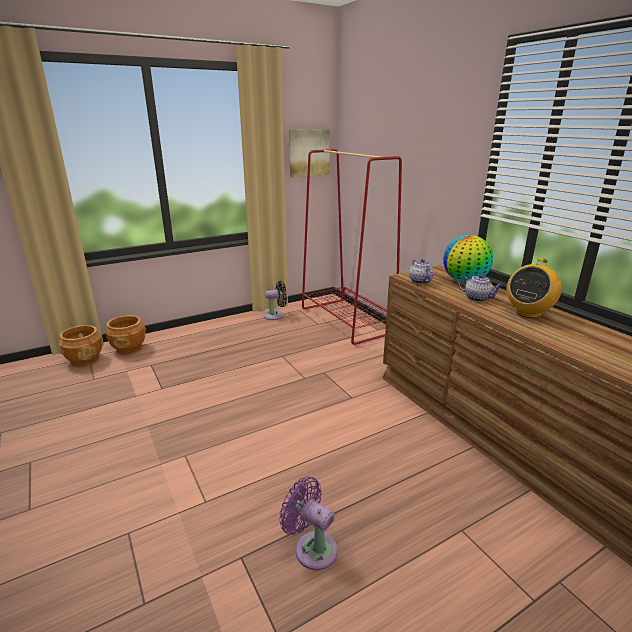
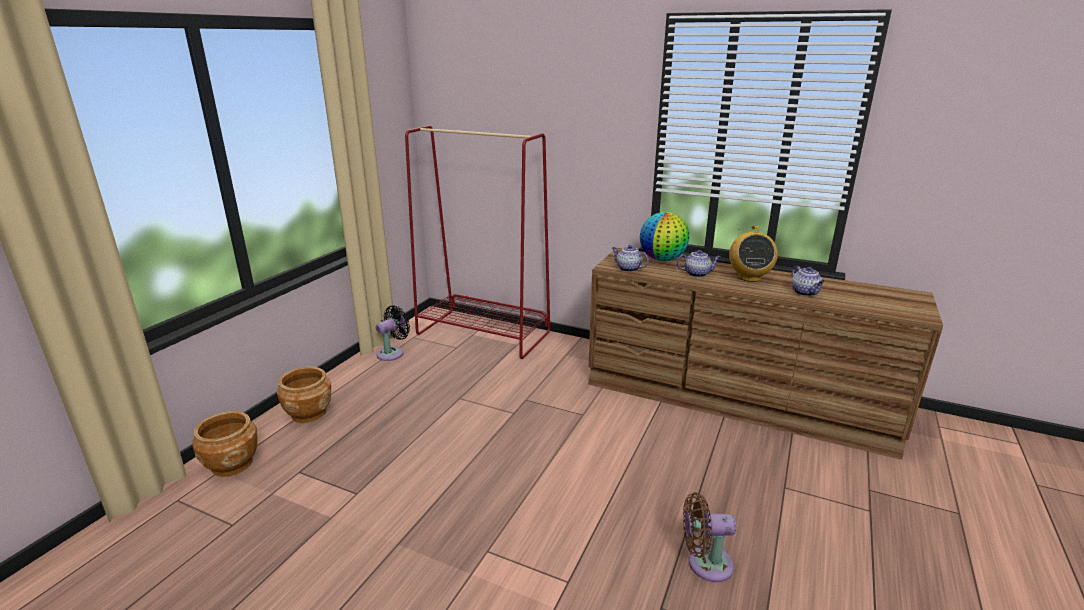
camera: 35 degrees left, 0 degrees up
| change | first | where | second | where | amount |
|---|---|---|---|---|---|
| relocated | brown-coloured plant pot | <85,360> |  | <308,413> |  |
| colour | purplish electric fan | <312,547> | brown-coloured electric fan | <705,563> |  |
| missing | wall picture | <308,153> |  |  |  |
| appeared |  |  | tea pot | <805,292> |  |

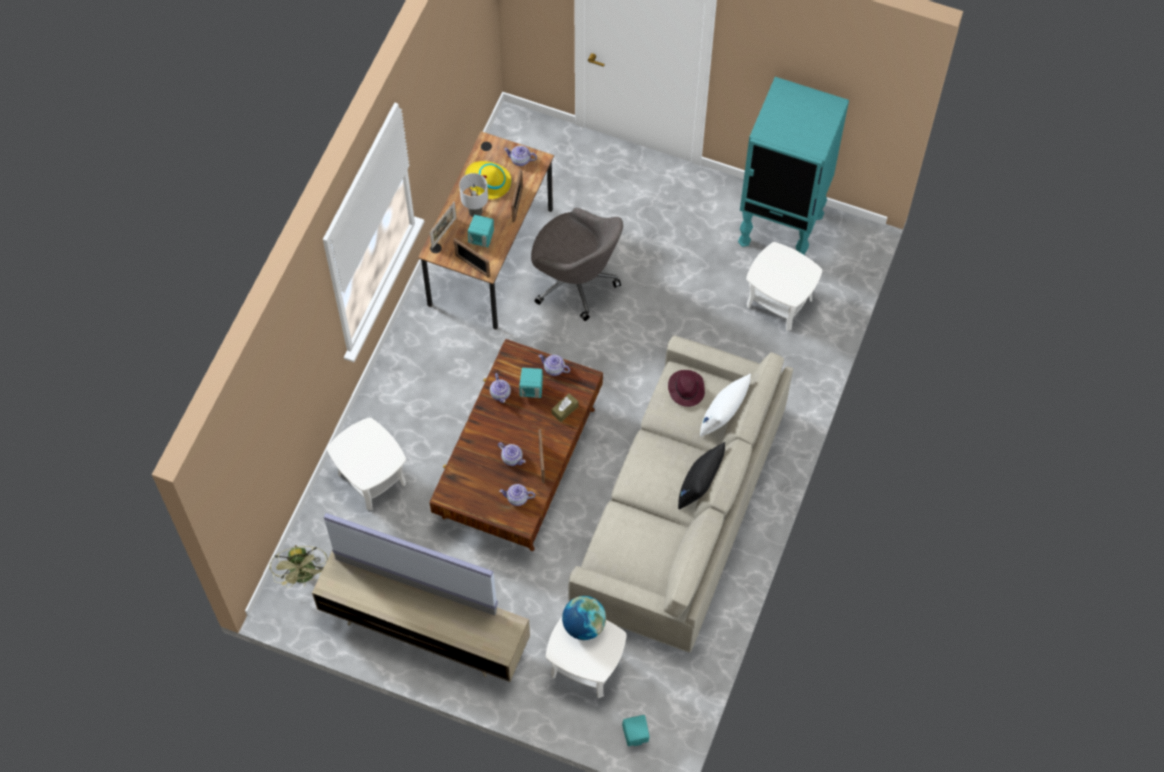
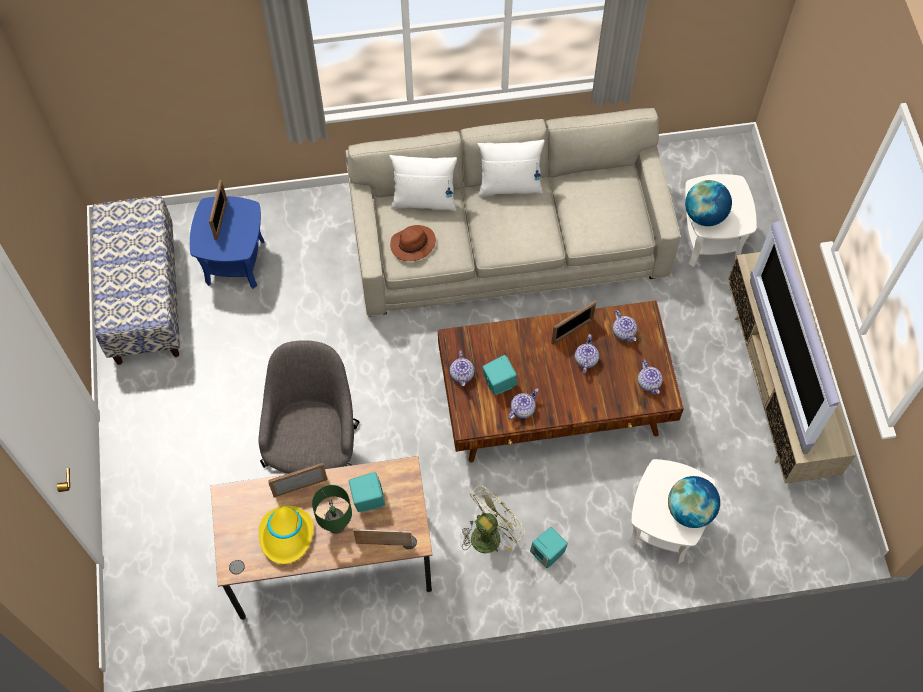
camera: 120 degrees left, 0 degrees up
| change | first | where | second | where | amount |
|---|---|---|---|---|---|
| relocated | green-coloured electric fan | <304,576> |  | <490,533> |  |
| relocated | standing frame | <472,266> |  | <221,219> |  |
| colour | white-coloured lamp for a table | <474,212> | green-coloured lamp for a table | <337,526> |  |
| relocated | tea pot | <520,160> |  | <649,383> |  |
| missing | brown-coloured box of tissues | <565,410> |  |  |  |
| relocated | turquoise speaker | <635,735> |  | <548,553> |  |
| colour | purplish wearable hat | <686,389> | brown-coloured wearable hat | <412,245> |  |
| colour | black-coloured cushion | <699,488> | white-coloured cushion | <509,186> |  |
| exchanged | turquoise cabinet | <781,229> | indoor bench | <144,298> |  |
| colour | white-coloured side table | <779,302> | blue side table | <235,261> |  |
| appeared |  |  | globe | <690,511> |  |

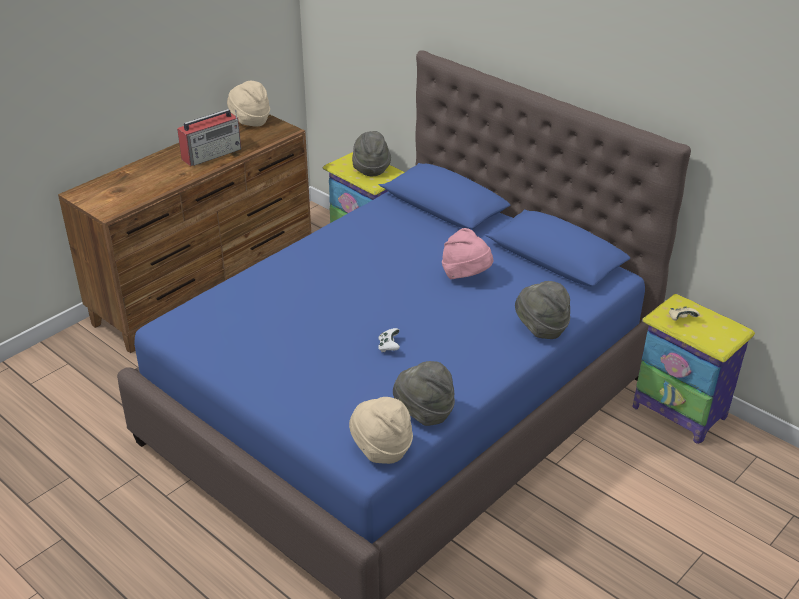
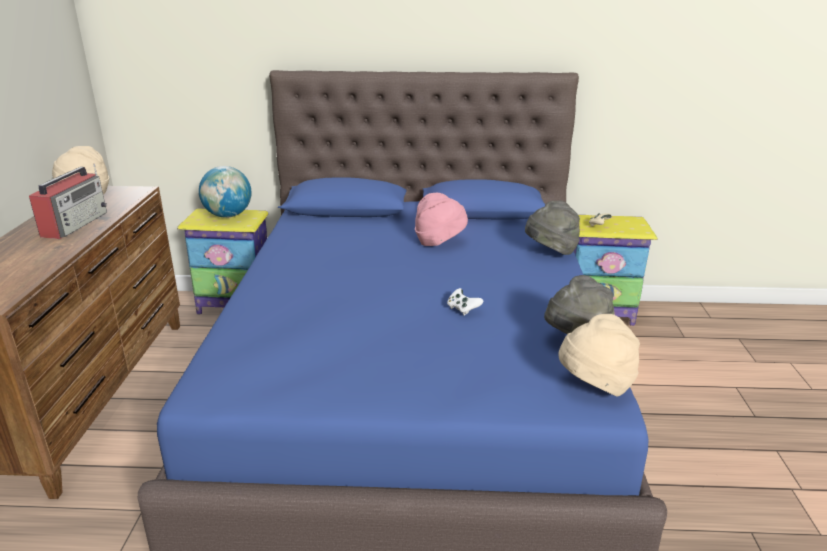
camera: 40 degrees left, 10 degrees down
| change | first | where | second | where | amount |
|---|---|---|---|---|---|
| exchanged | gray wearable hat | <371,168> | globe | <228,215> |  |

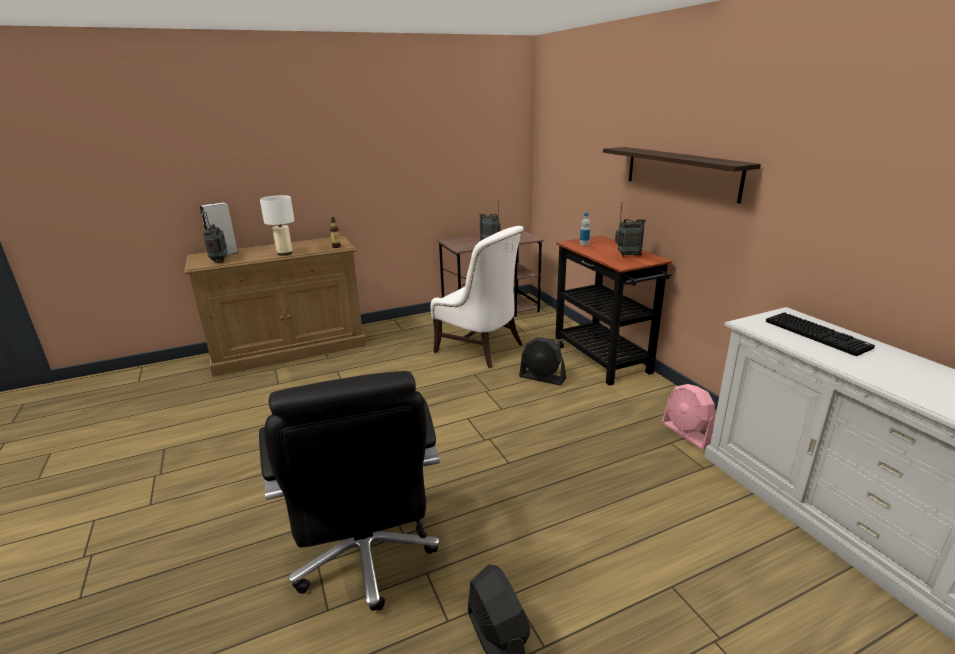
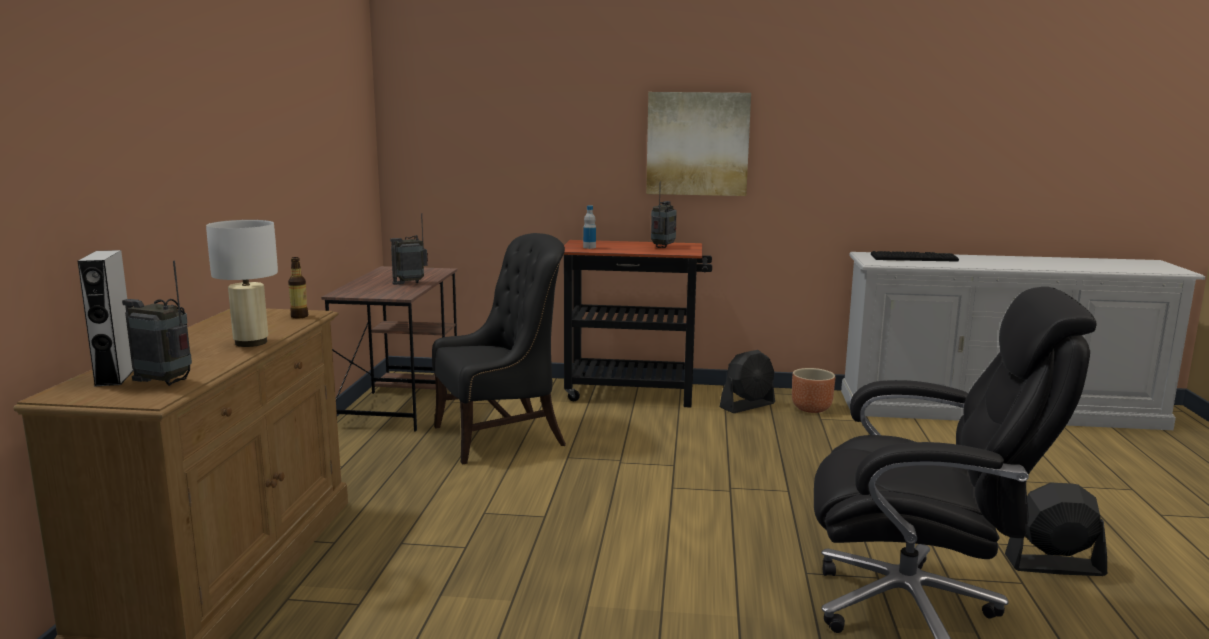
camera: 60 degrees left, 10 degrees down
| change | first | where | second | where | amount |
|---|---|---|---|---|---|
| colour | white-coloured upright chair | <480,348> | black-coloured upright chair | <501,436> |  |
| relocated | black-coloured electric fan | <542,378> |  | <747,405> |  |
| exchanged | bracket shelf | <680,172> | wall picture | <697,144> |  |
| exchanged | pink electric fan | <687,433> | brown-coloured plant pot | <811,408> |  |

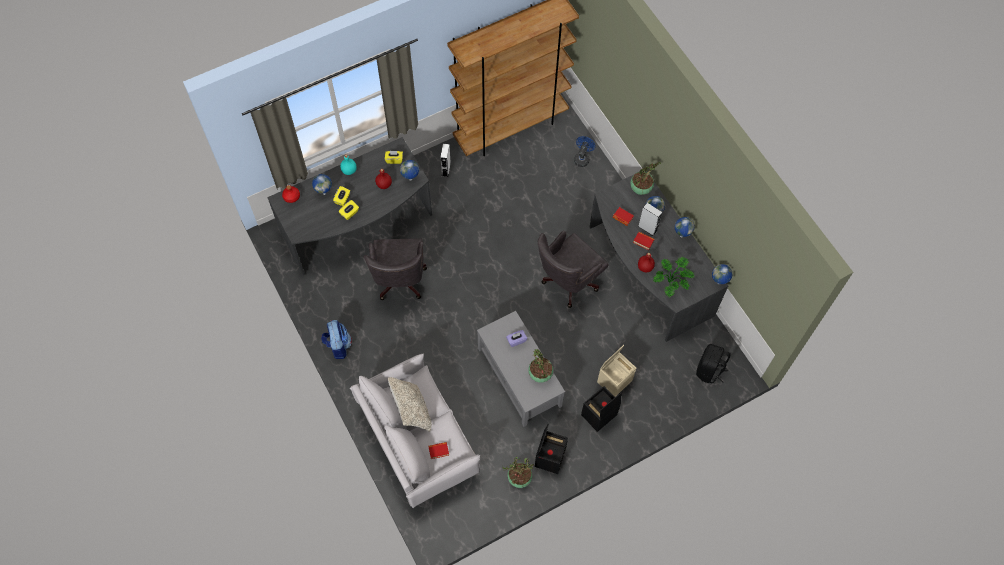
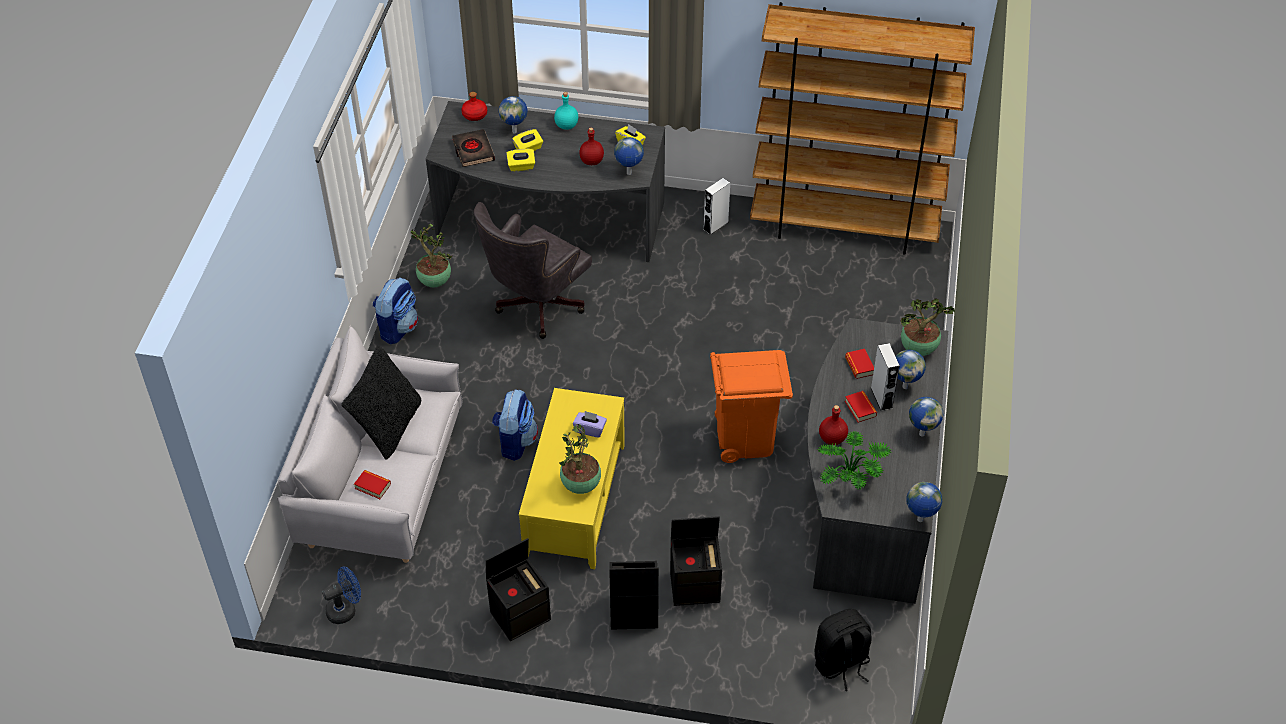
camera: 40 degrees right, 15 degrees down
| change | first | where | second | where | amount |
|---|---|---|---|---|---|
| colour | beige cushion | <412,411> | black-coloured cushion | <388,425> |  |
| colour | gray lounge table | <519,377> | yellow lounge table | <575,500> |  |
| relocated | plant in a pot | <518,479> |  | <434,281> |  |
| exchanged | gray computer chair | <568,284> | orangey waste bin | <745,438> |  |
| relocated | blue electric fan | <582,158> |  | <345,609> |  |
| colour | beige storage bin | <614,380> | black-coloured storage bin | <696,586> |  |
| appeared |  |  | black-coloured volume | <473,151> |  |
| appeared |  |  | backpack | <515,441> |  |

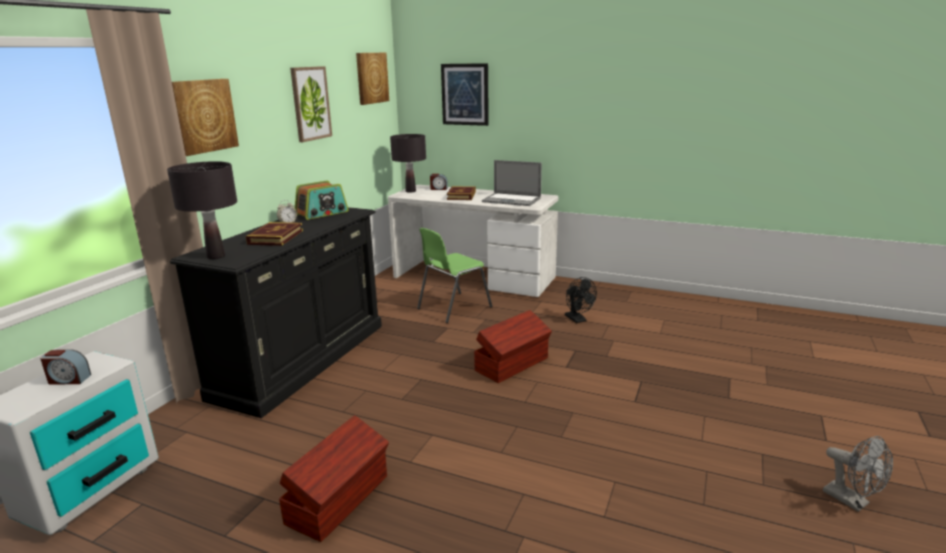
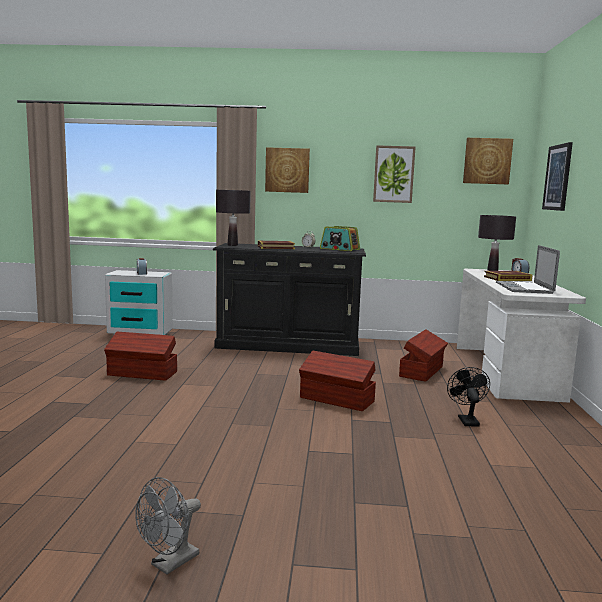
camera: 70 degrees right, 10 degrees down
| change | first | where | second | where | amount |
|---|---|---|---|---|---|
| exchanged | green-coloured upright chair | <453,308> | brown-coloured storage bin | <422,371> |  |
| spun | black-coloured electric fan | <577,319> |  | <466,420> | 135 degrees clockwise |

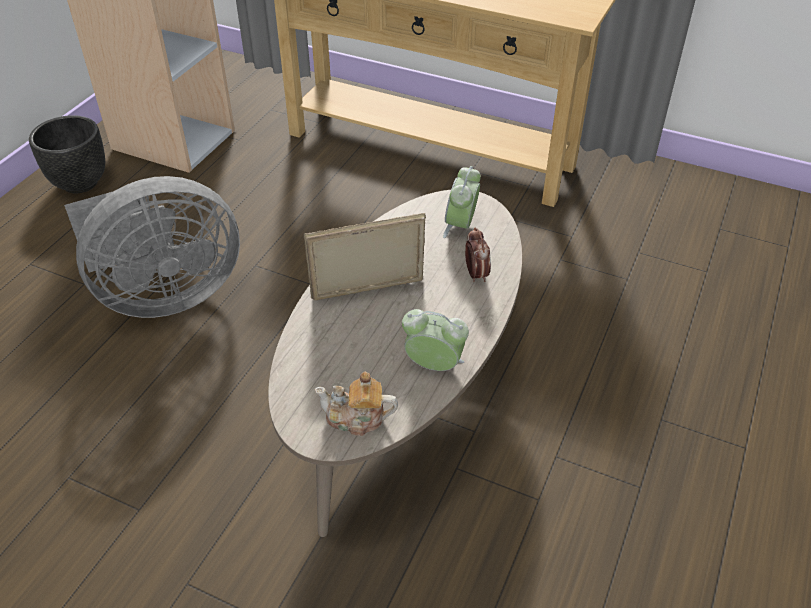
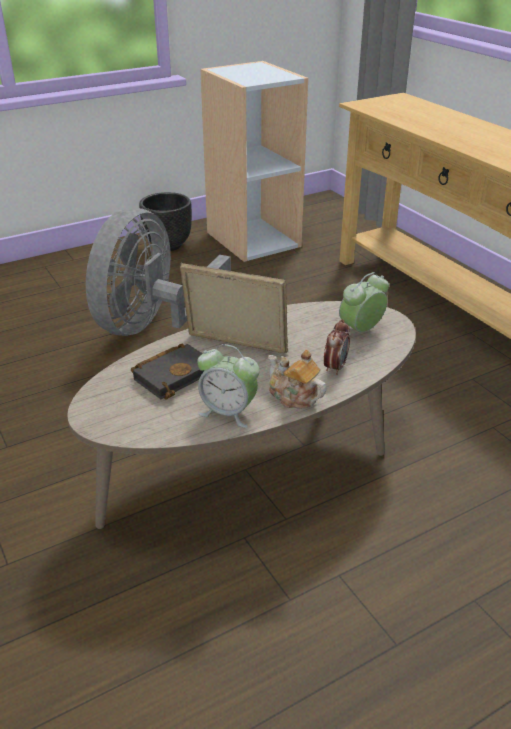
camera: 35 degrees right, 10 degrees down
| change | first | where | second | where | amount |
|---|---|---|---|---|---|
| spun | gray electric fan | <165,295> |  | <153,328> | 105 degrees clockwise |
| relocated | tea pot | <356,419> |  | <293,396> |  |
| spun | bedside clock | <434,365> |  | <228,412> | 150 degrees clockwise |
| appeared |  |  | black-coloured volume | <174,374> |  |

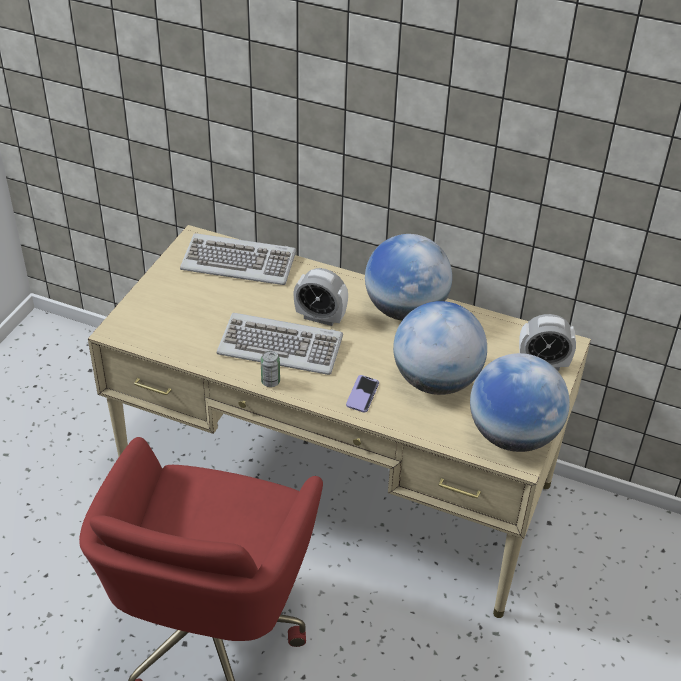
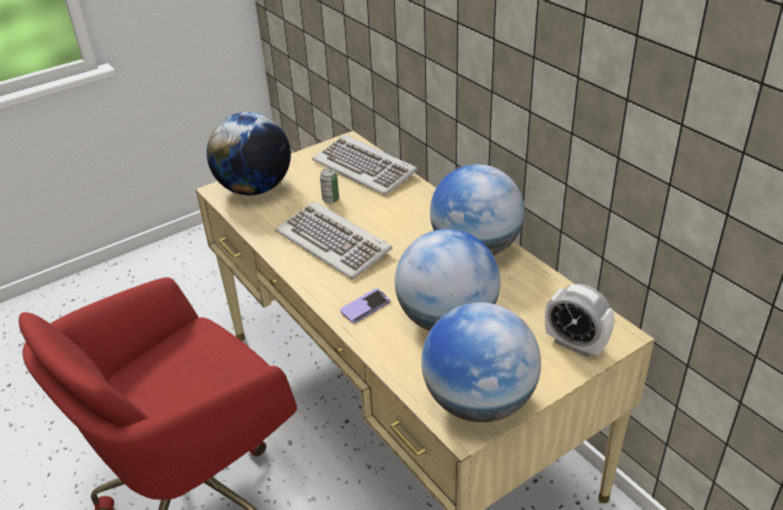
camera: 35 degrees right, 5 degrees down
| change | first | where | second | where | amount |
|---|---|---|---|---|---|
| relocated | metal can | <270,382> |  | <330,199> |  |
| missing | bedside clock | <320,317> |  |  |  |
| appeared |  |  | globe | <255,188> |  |

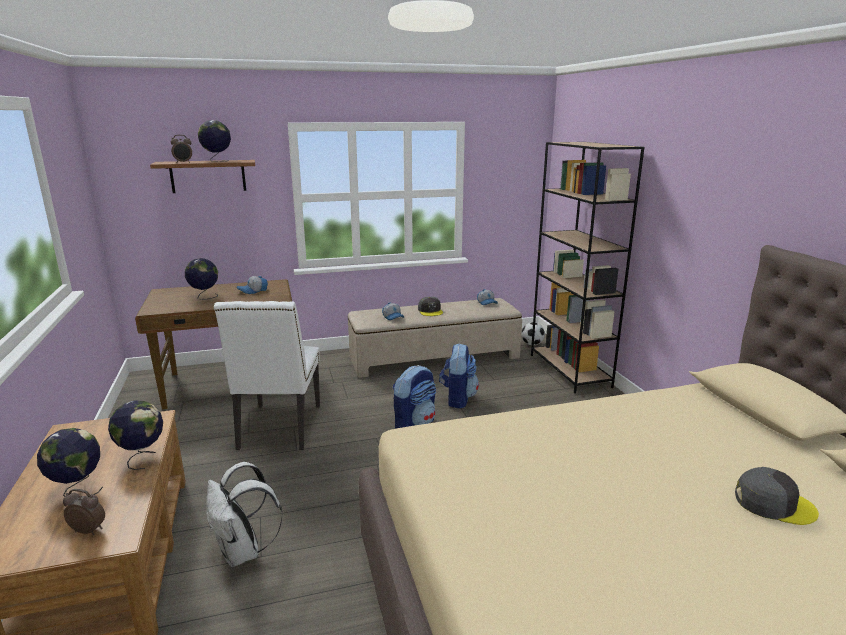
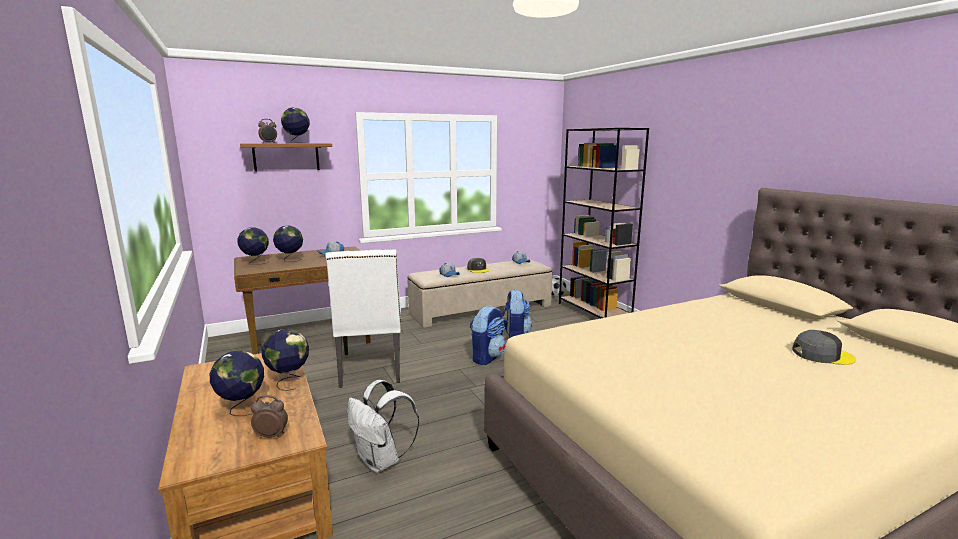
camera: 10 degrees left, 5 degrees down
| change | first | where | second | where | amount |
|---|---|---|---|---|---|
| appeared |  |  | globe | <255,263> |  |

